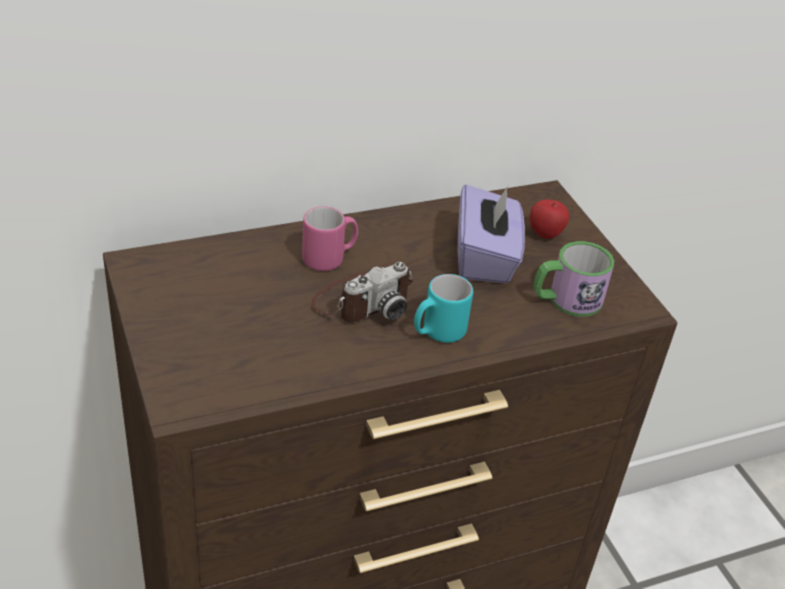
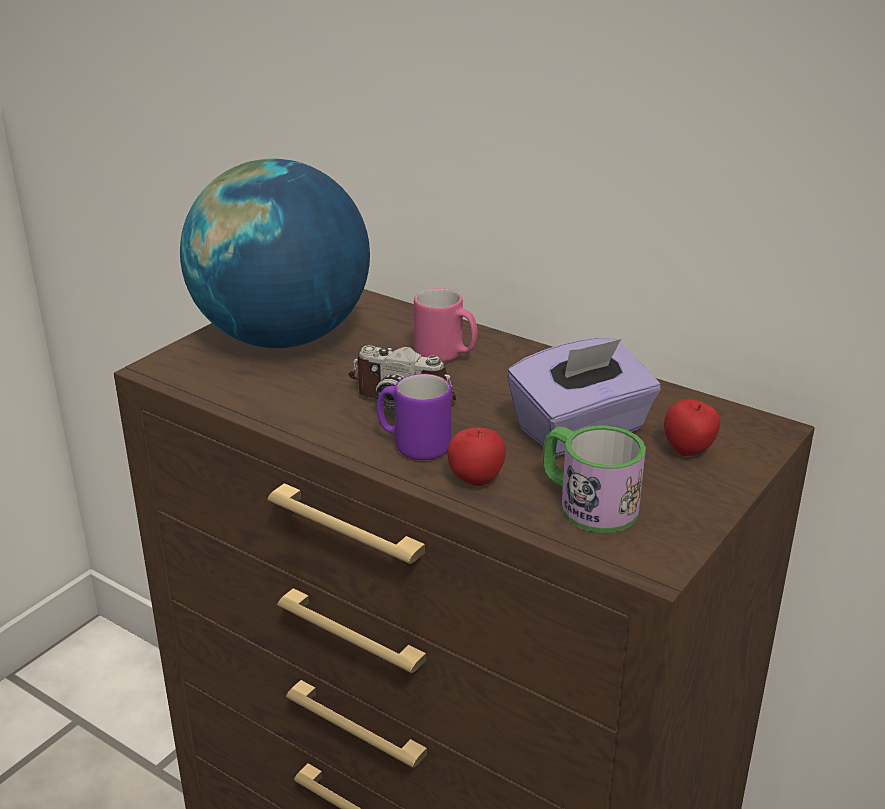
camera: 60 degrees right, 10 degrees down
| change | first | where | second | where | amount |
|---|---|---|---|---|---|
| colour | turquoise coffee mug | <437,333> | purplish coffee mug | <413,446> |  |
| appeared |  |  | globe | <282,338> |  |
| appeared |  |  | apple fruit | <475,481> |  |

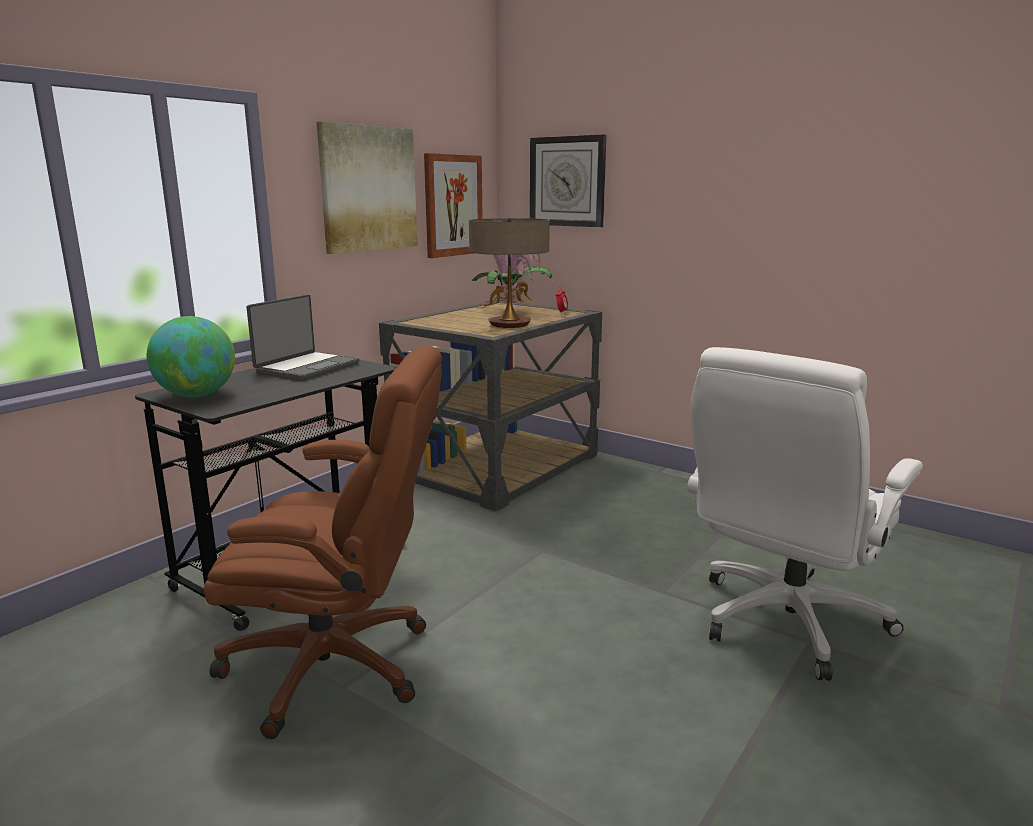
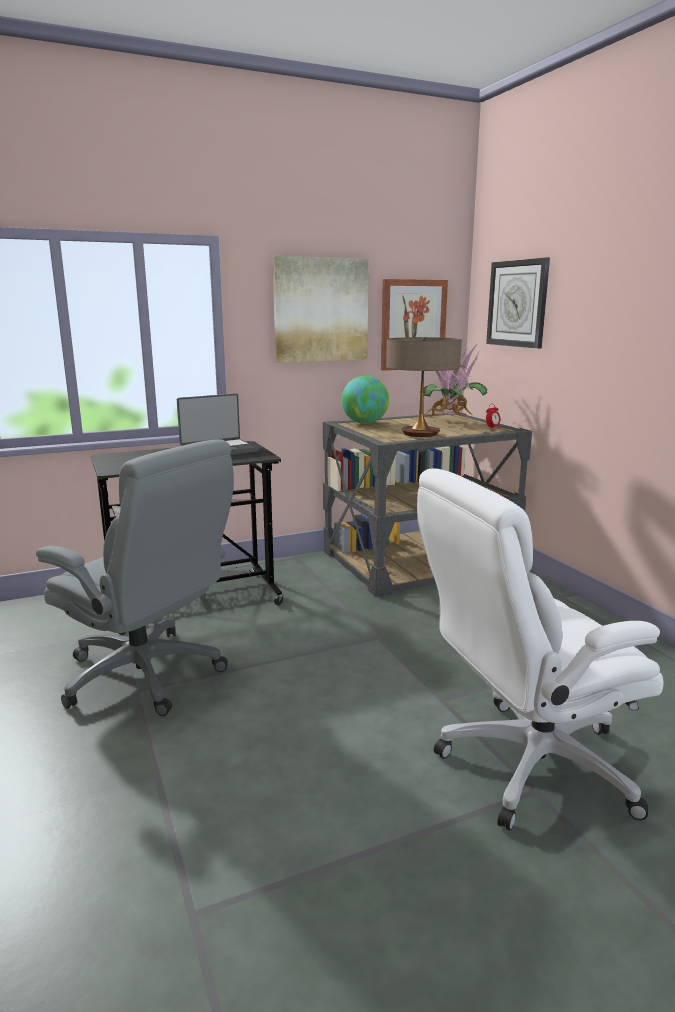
camera: 30 degrees right, 0 degrees up
| change | first | where | second | where | amount |
|---|---|---|---|---|---|
| relocated | globe | <196,395> |  | <364,423> |  |
| colour | brown-coloured computer chair | <342,668> | gray computer chair | <150,678> |  |

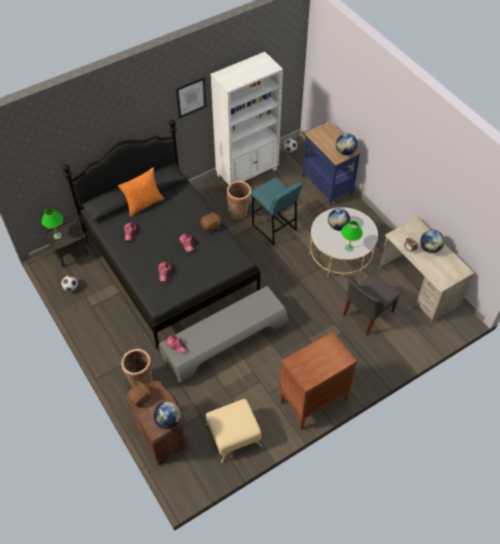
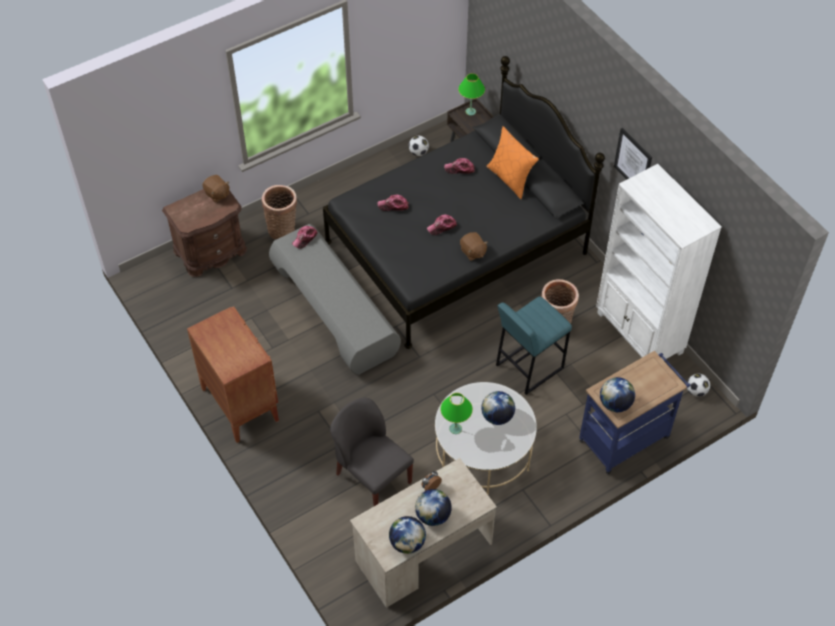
camera: 90 degrees right, 0 degrees up
| change | first | where | second | where | amount |
|---|---|---|---|---|---|
| relocated | globe | <168,421> |  | <407,543> |  |
| missing | beige footrest | <233,435> |  |  |  |

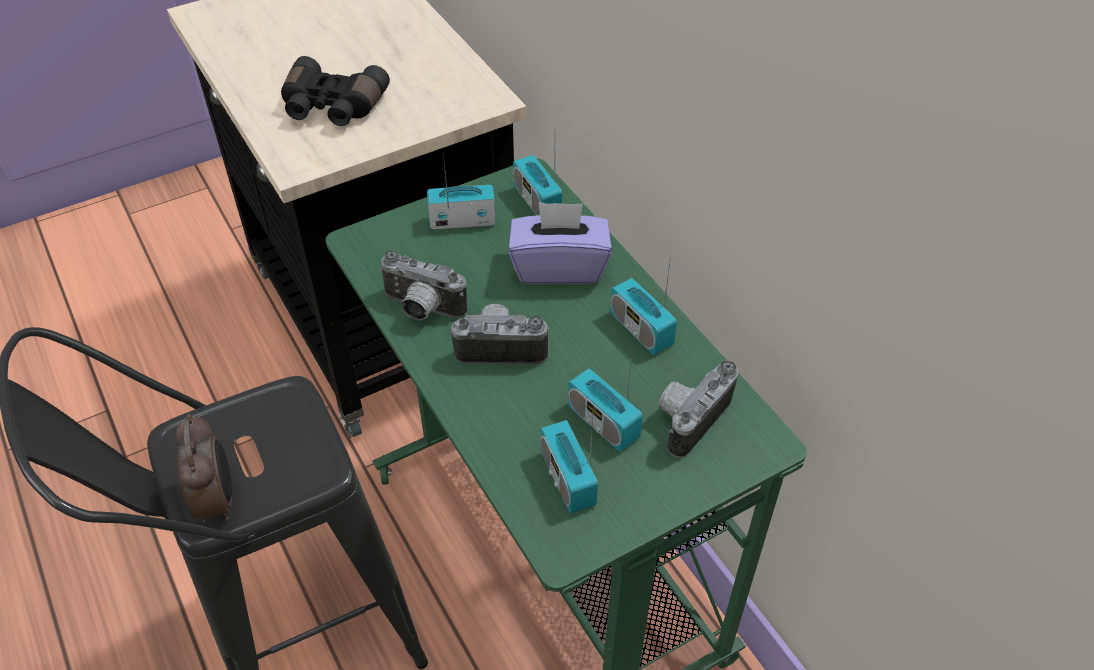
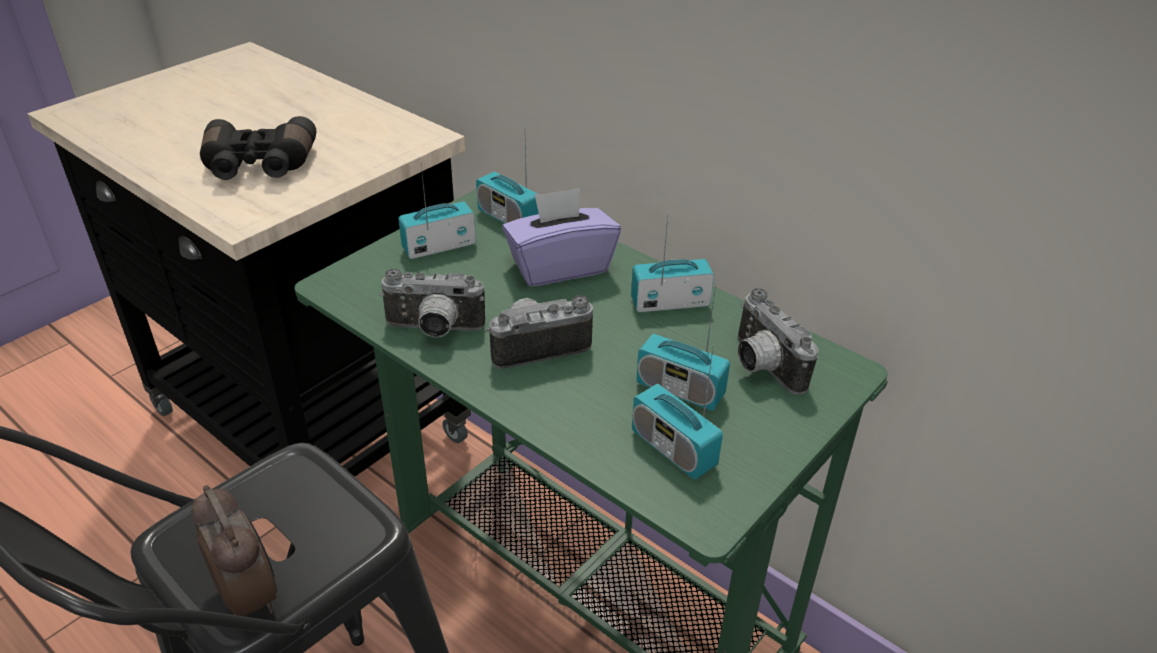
camera: 20 degrees left, 10 degrees down
| change | first | where | second | where | amount |
|---|---|---|---|---|---|
| spun | radio | <641,330> |  | <670,302> | 135 degrees clockwise |
| spun | photo camera | <689,418> |  | <761,366> | 45 degrees counterclockwise |

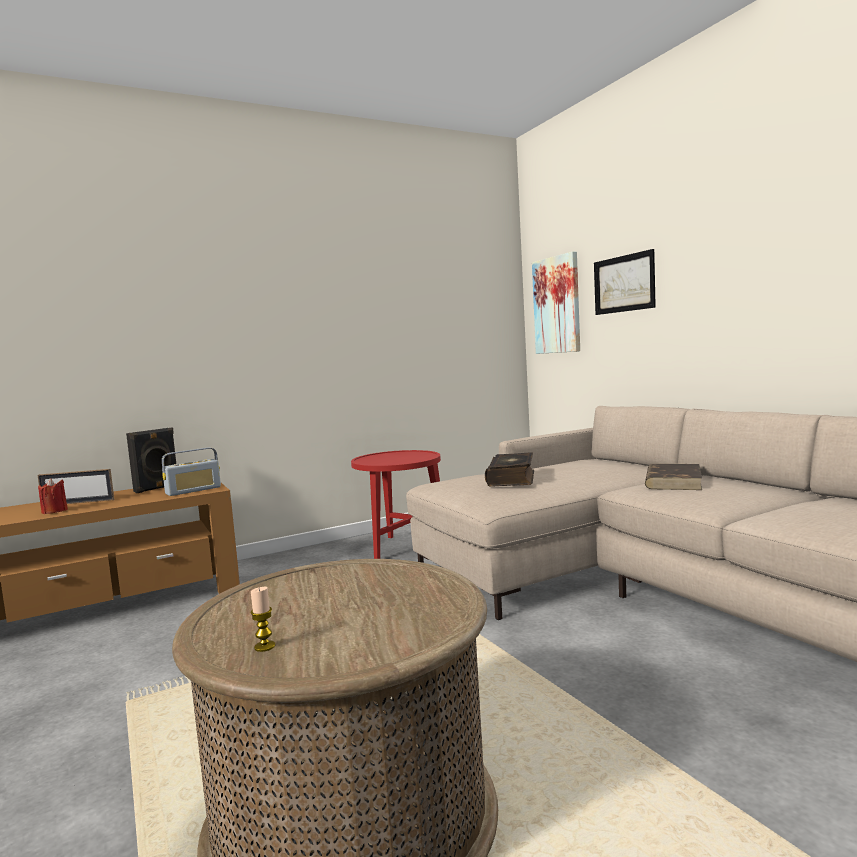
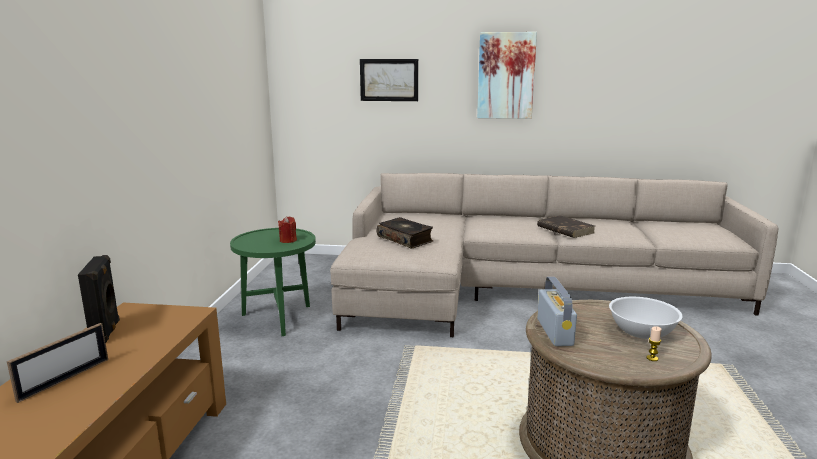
camera: 55 degrees left, 10 degrees up
| change | first | where | second | where | amount |
|---|---|---|---|---|---|
| relocated | red-coloured wax light | <54,511> |  | <288,240> |  |
| relocated | radio | <193,490> |  | <554,332> |  |
| colour | red-coloured side table | <402,548> | green-coloured side table | <279,319> |  |
| relocated | wall picture | <557,305> |  | <506,75> |  |
| relocated | brown-coloured volume | <673,481> |  | <565,229> |  |
| appeared |  |  | white-coloured serving bowl | <641,332> |  |

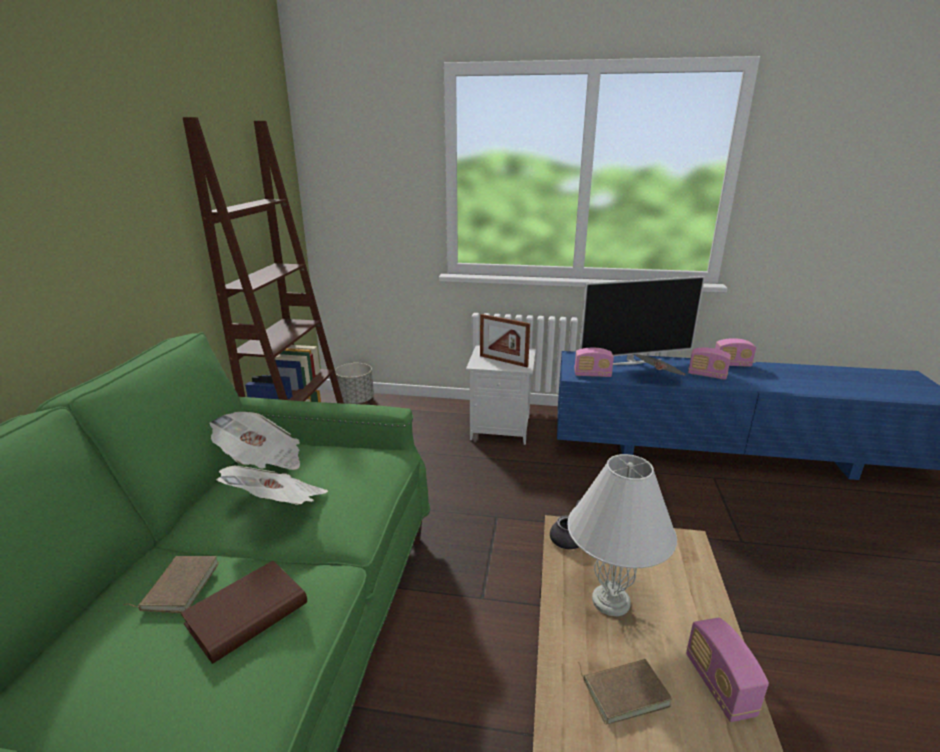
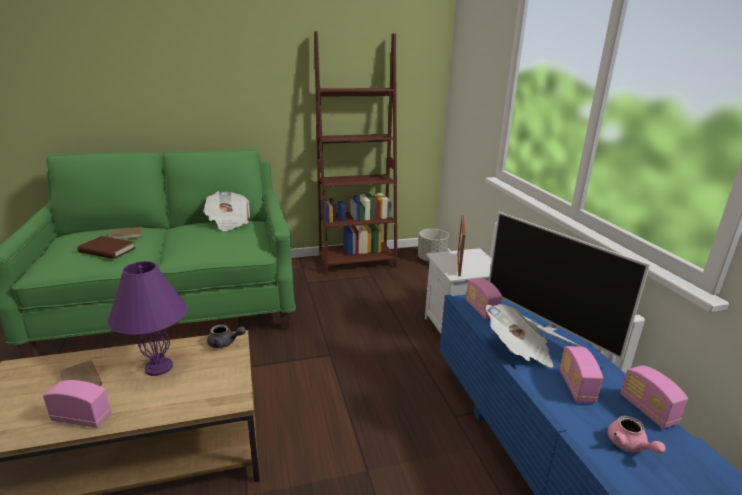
camera: 65 degrees right, 0 degrees up
| change | first | where | second | where | amount |
|---|---|---|---|---|---|
| missing | printed paper | <278,505> |  |  |  |
| colour | white-coloured lamp for a table | <611,601> | purplish lamp for a table | <158,368> |  |
| spun | radio | <719,685> |  | <82,418> | 45 degrees clockwise |
| appeared |  |  | pink tea pot | <629,445> |  |

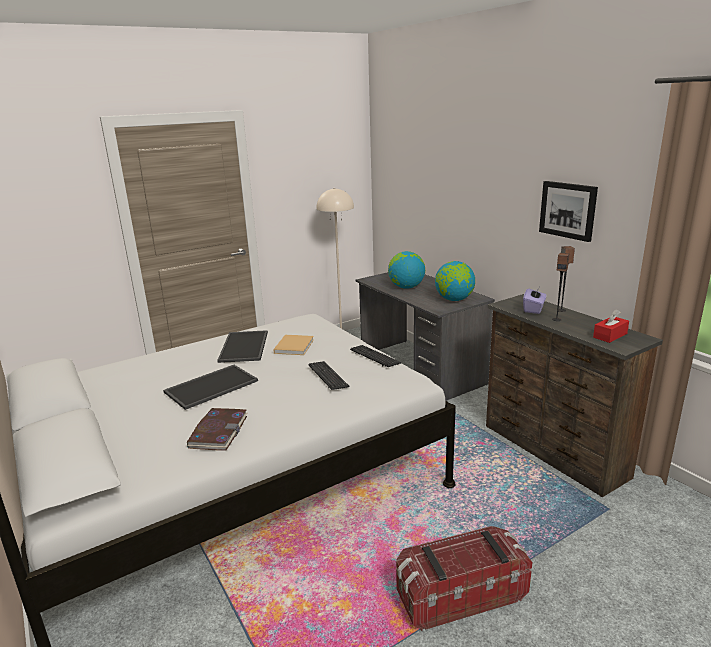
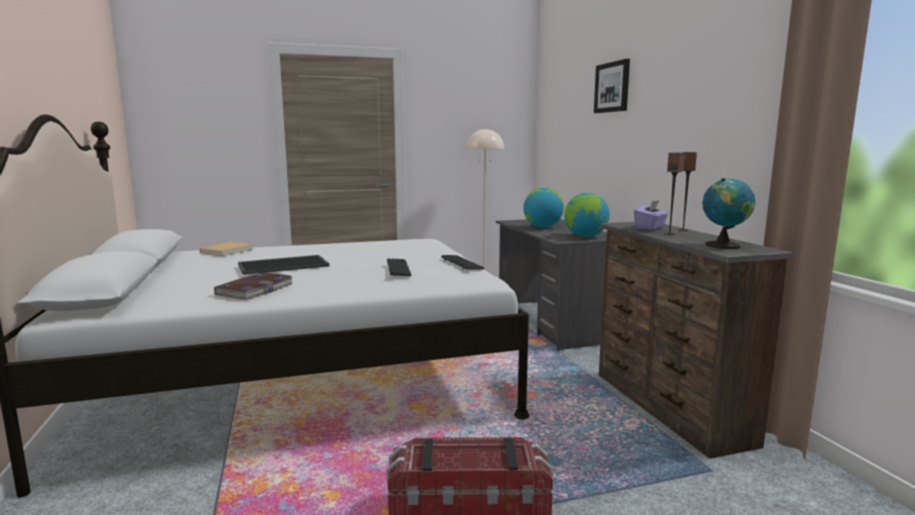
camera: 15 degrees right, 10 degrees down
| change | first | where | second | where | amount |
|---|---|---|---|---|---|
| missing | tray | <245,347> |  |  |  |
| relocated | beige volume | <294,346> |  | <228,250> |  |
| relocated | wall picture | <568,210> |  | <612,87> |  |
| exchanged | red-coloured box of tissues | <610,335> | globe | <724,245> |  |

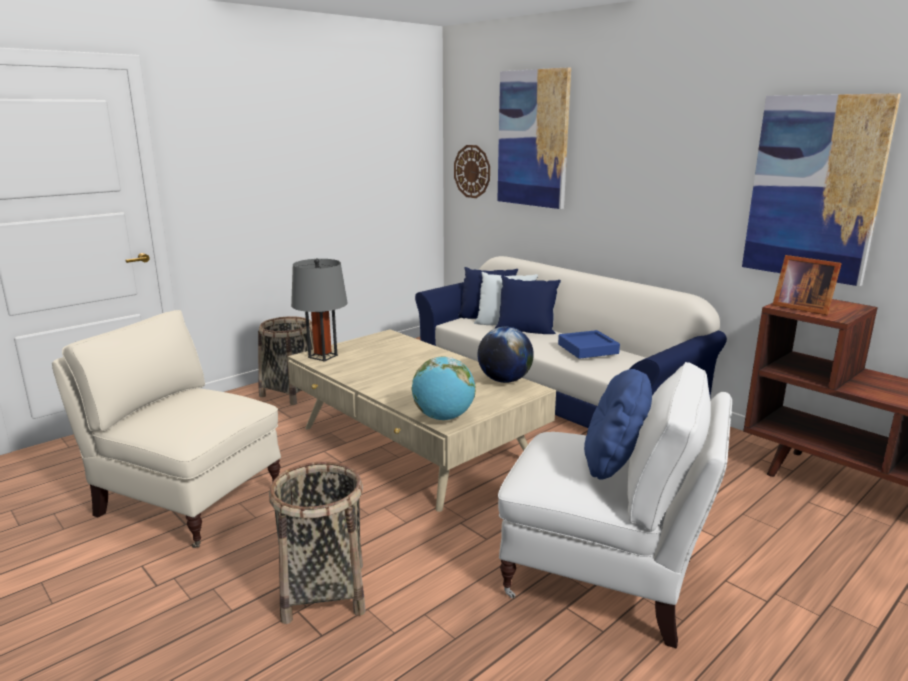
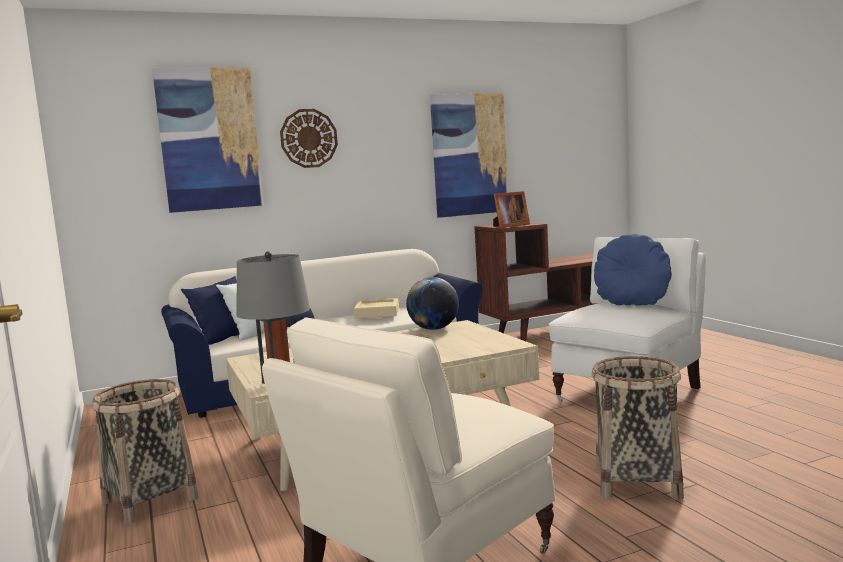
camera: 70 degrees left, 10 degrees down
| change | first | where | second | where | amount |
|---|---|---|---|---|---|
| missing | globe | <443,418> |  |  |  |
| relocated | hanging clock | <472,171> |  | <309,138> |  |
| colour | blue tray | <588,349> | beige tray | <377,313> |  |

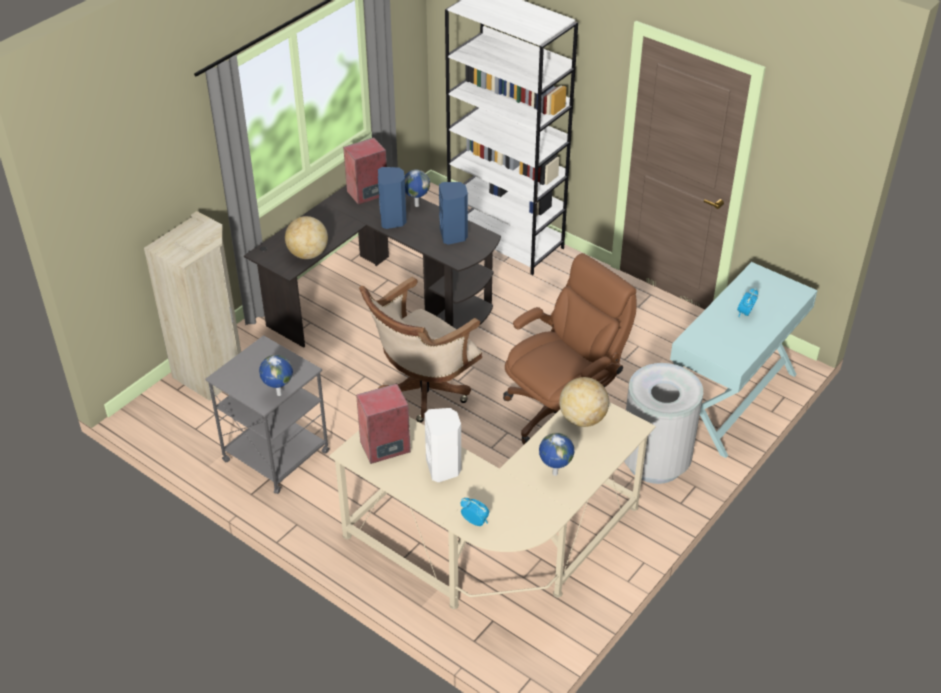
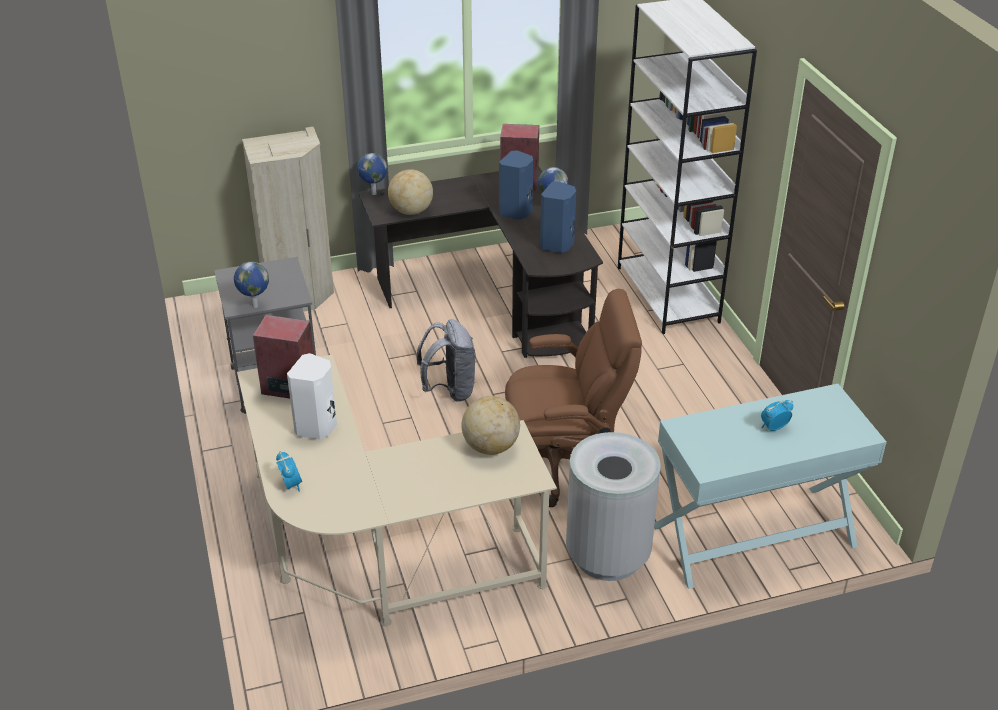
camera: 35 degrees right, 5 degrees down
| change | first | where | second | where | amount |
|---|---|---|---|---|---|
| exchanged | computer chair | <422,394> | gray backpack | <450,390> |  |
| relocated | globe | <554,473> |  | <373,193> |  |

